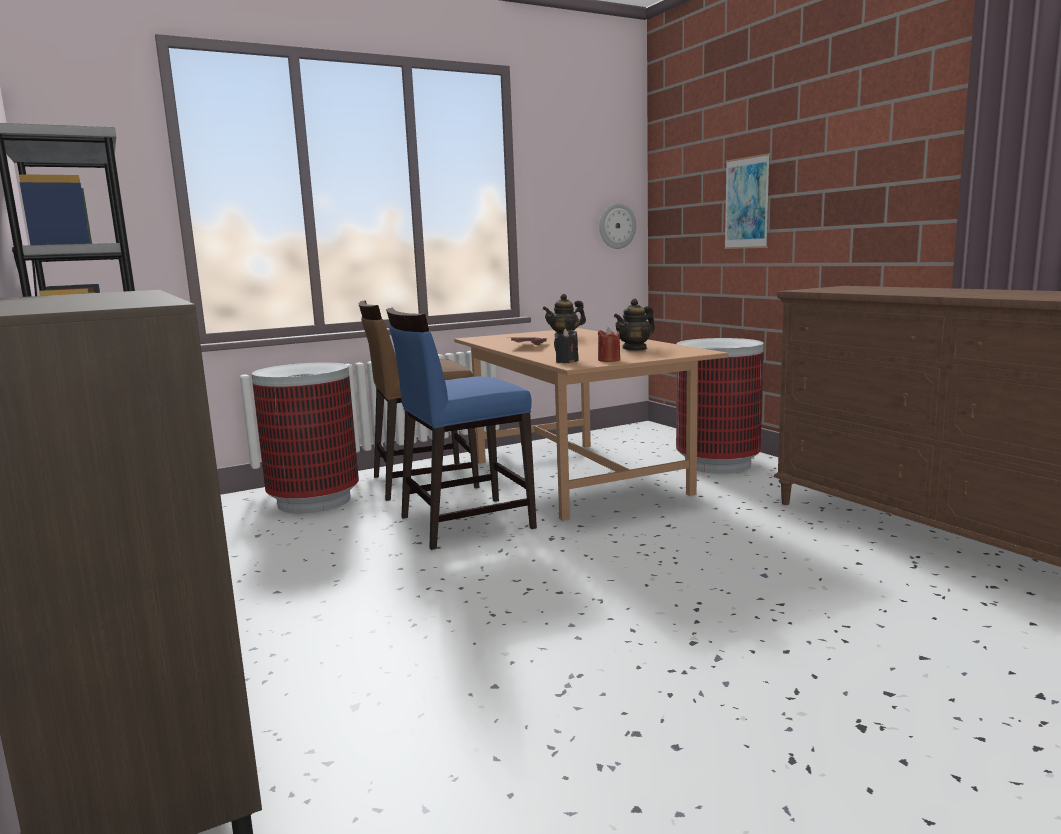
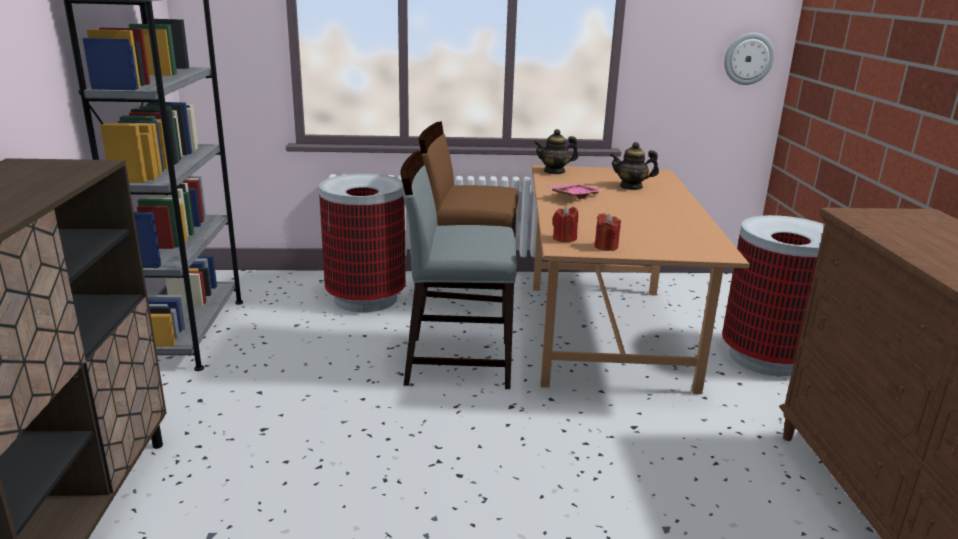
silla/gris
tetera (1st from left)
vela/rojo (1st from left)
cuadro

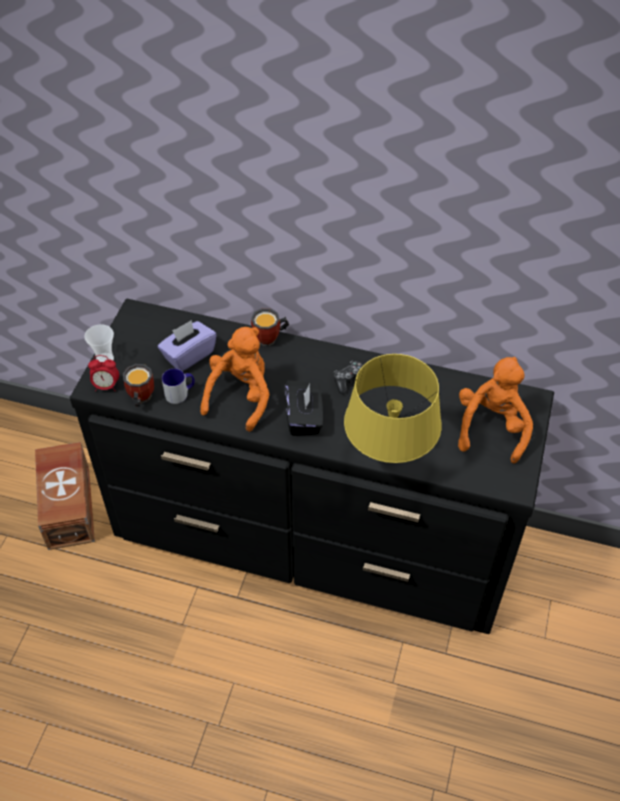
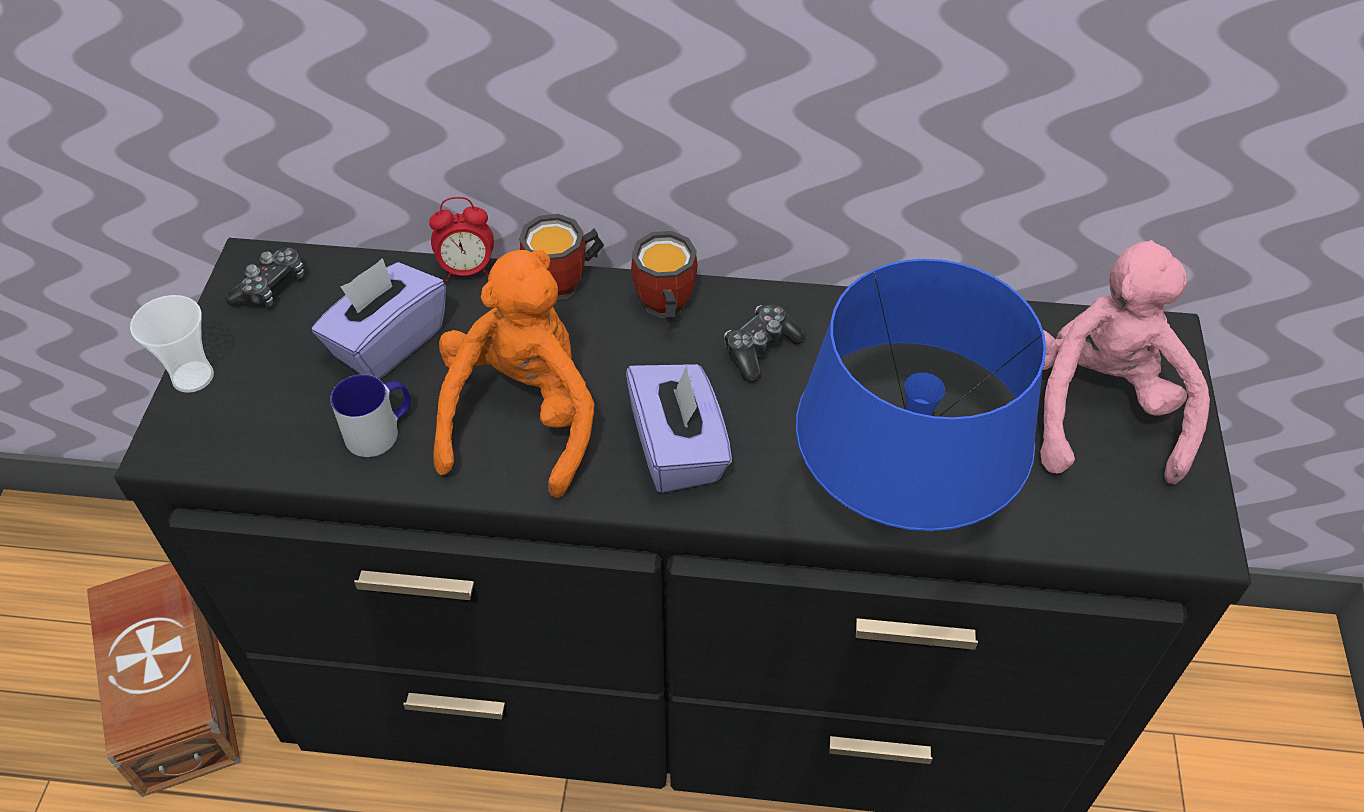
mando de consola (1st from left)
despertador
caja de pañuelos/morado (2nd from left)
taza grande (3rd from left)
lámpara de mesa/azul
peluche/rosa

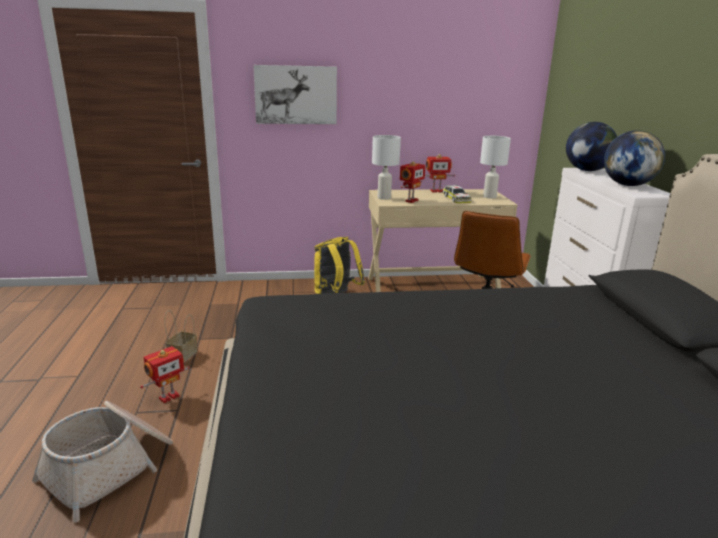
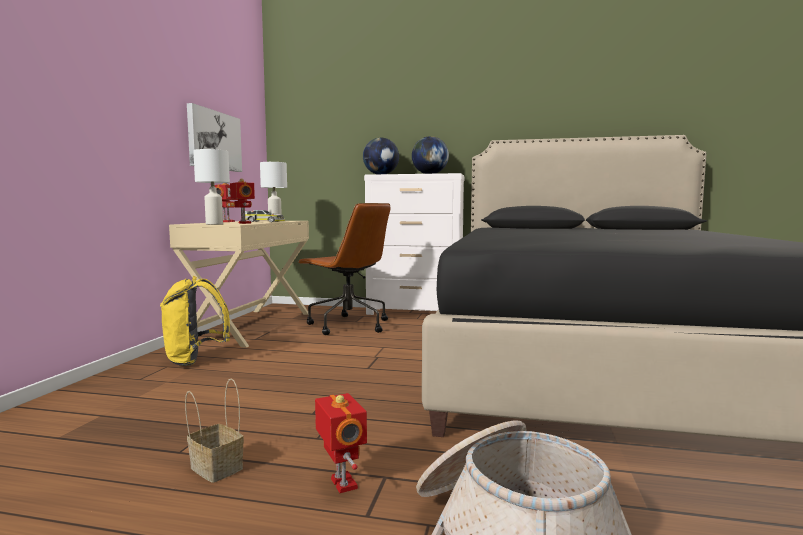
cuadro

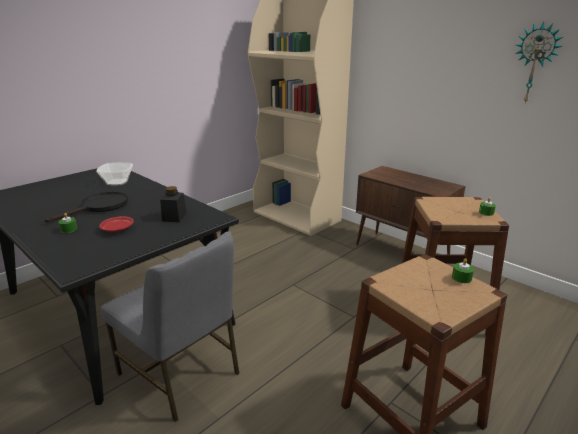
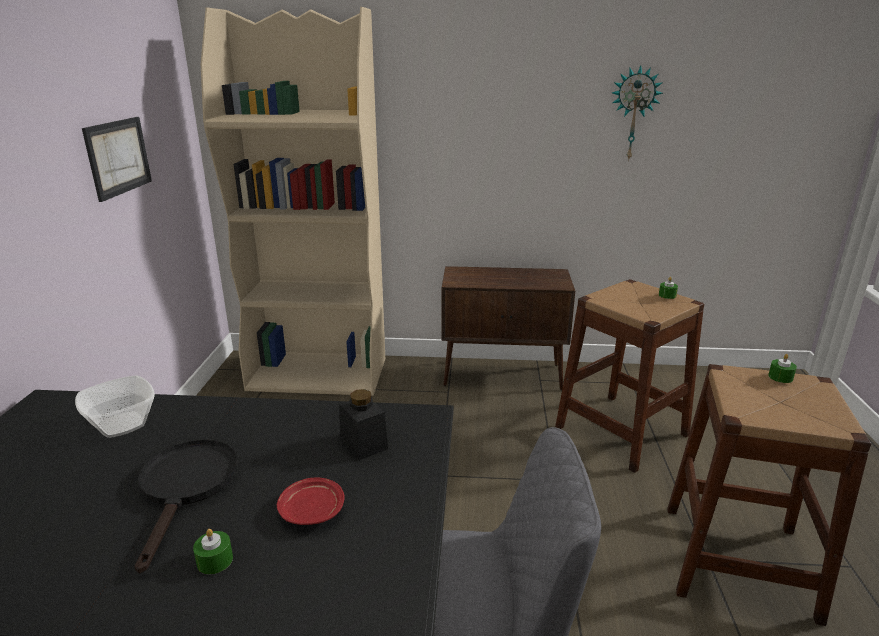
cuadro

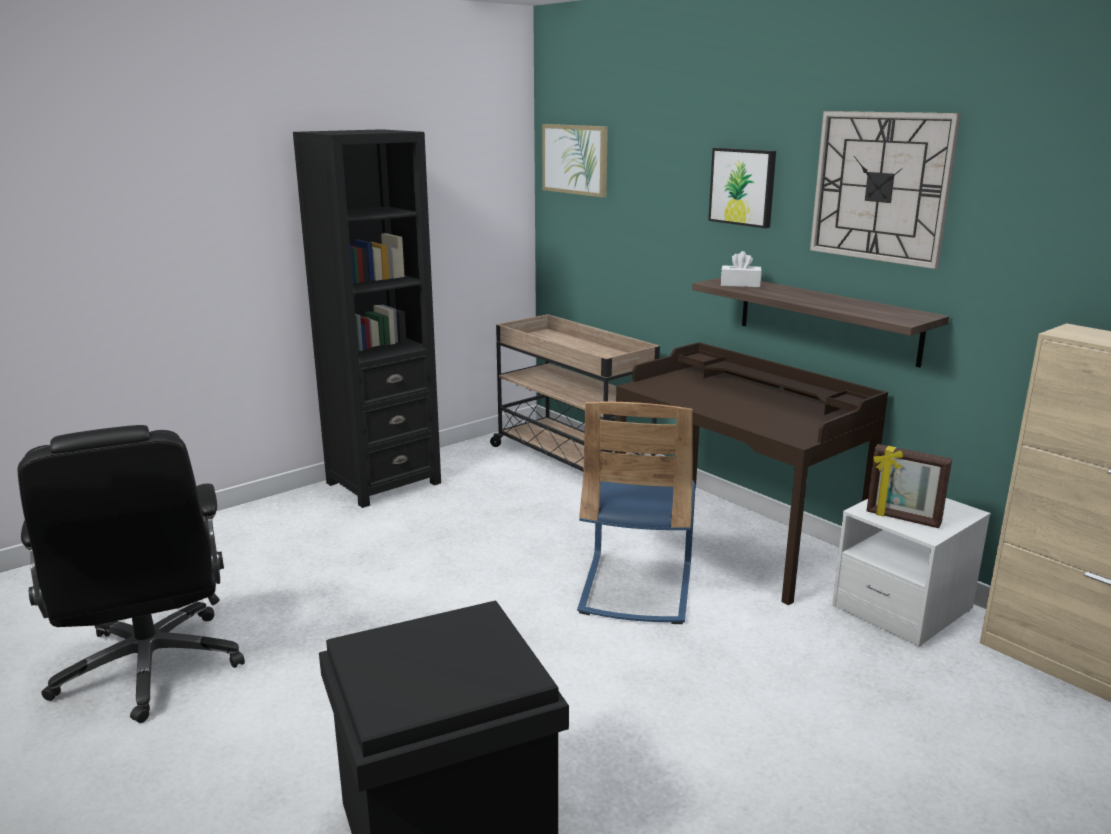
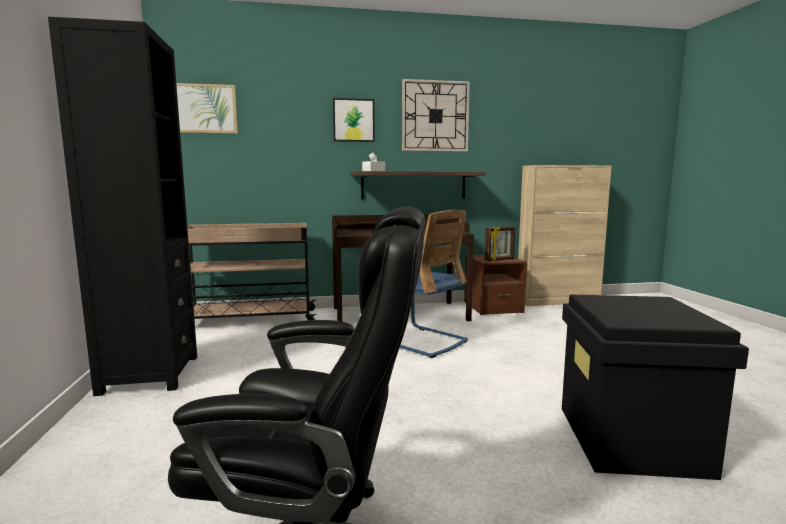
mesita de noche/marrón

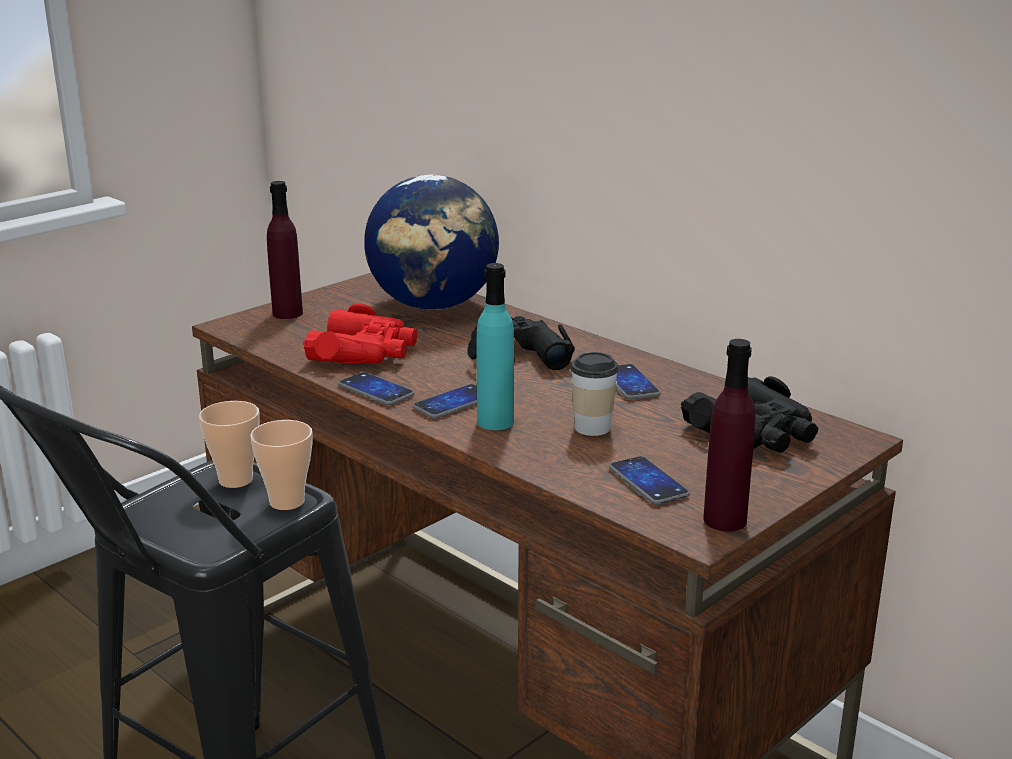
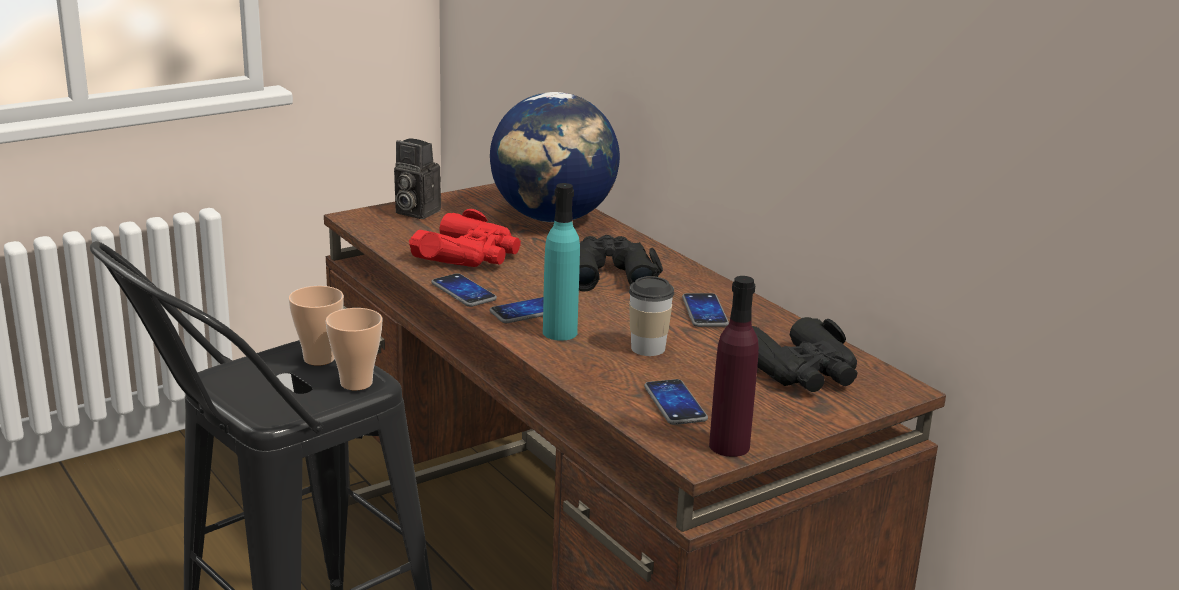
cámara

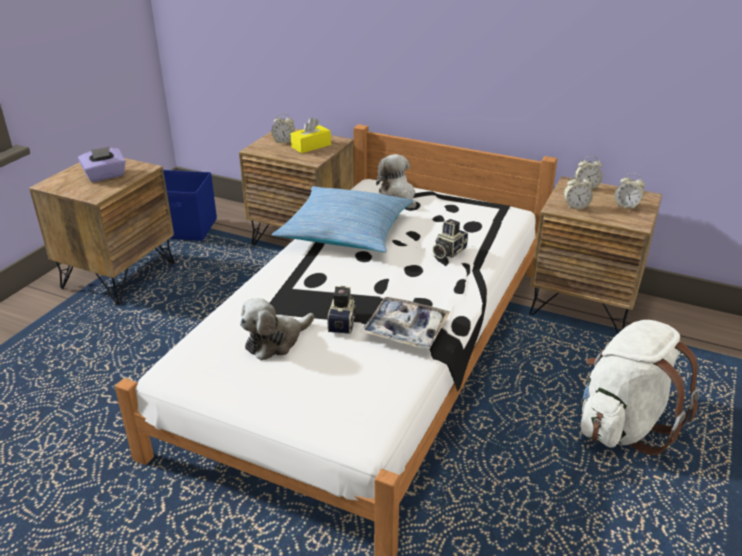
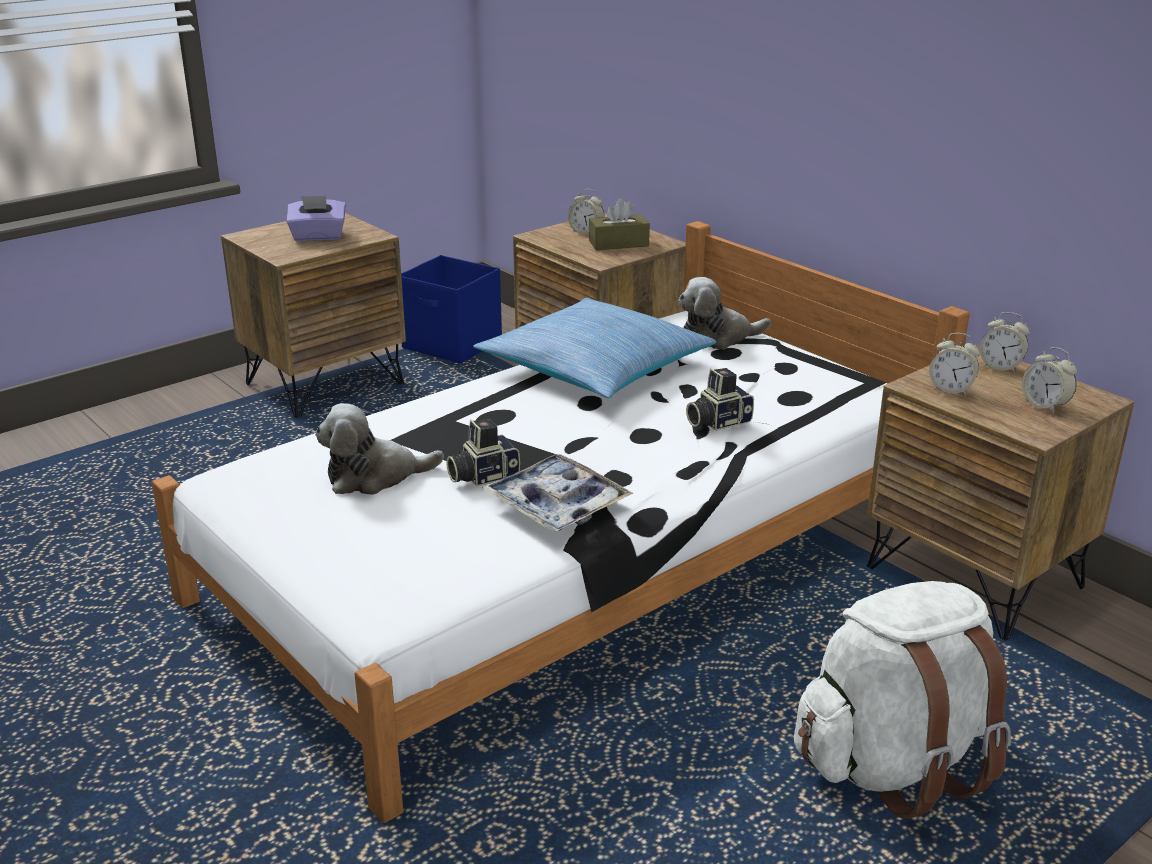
cámara (1st from left)
caja de pañuelos/marrón
peluche (2nd from left)

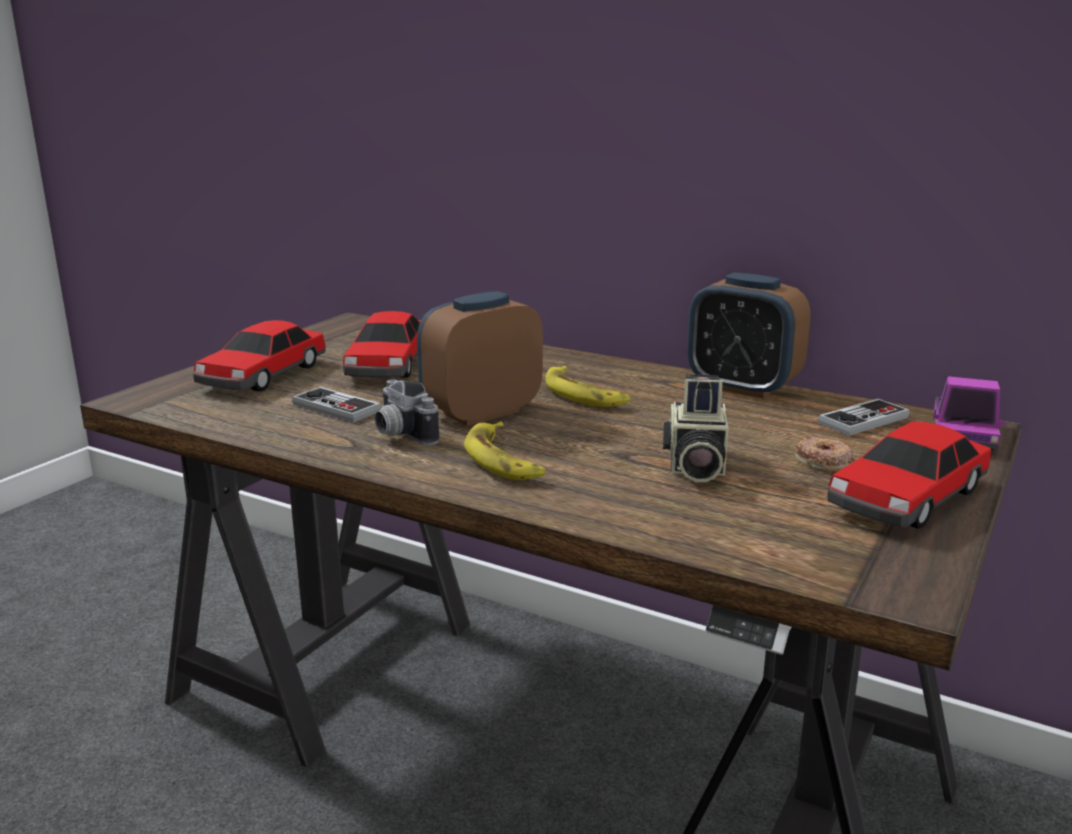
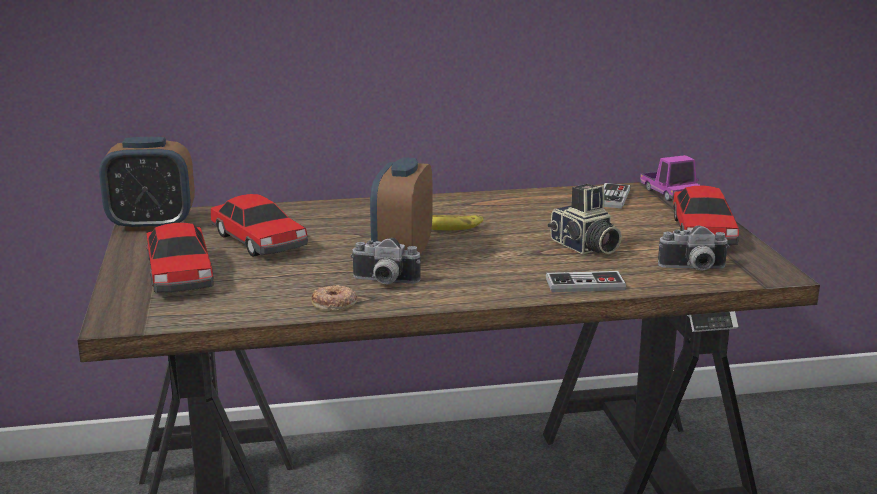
despertador (1st from left)
rosquilla
mando de consola (1st from left)
cámara (3rd from left)
plátano (1st from left in the first image)

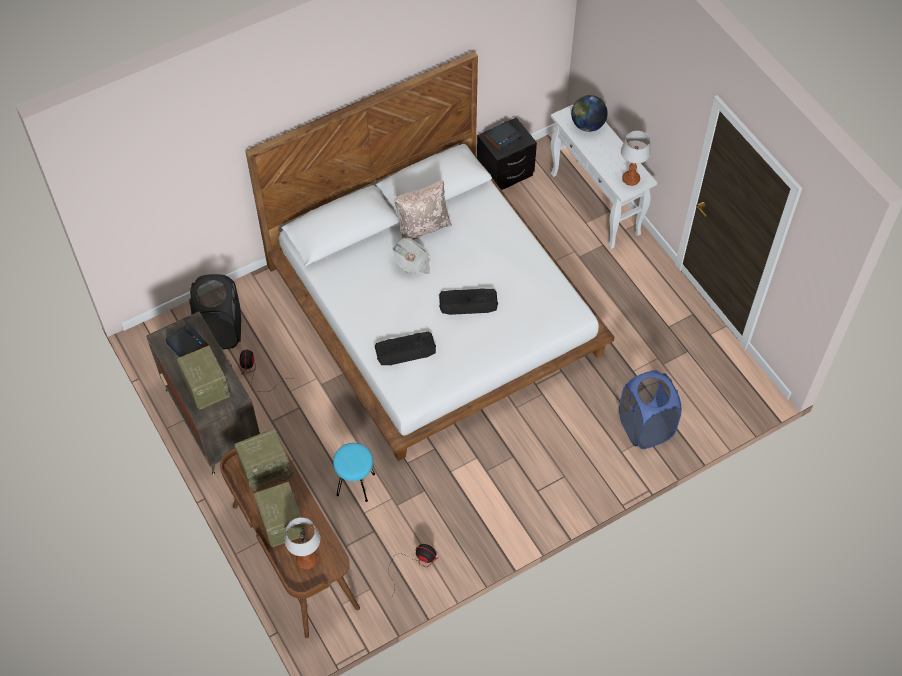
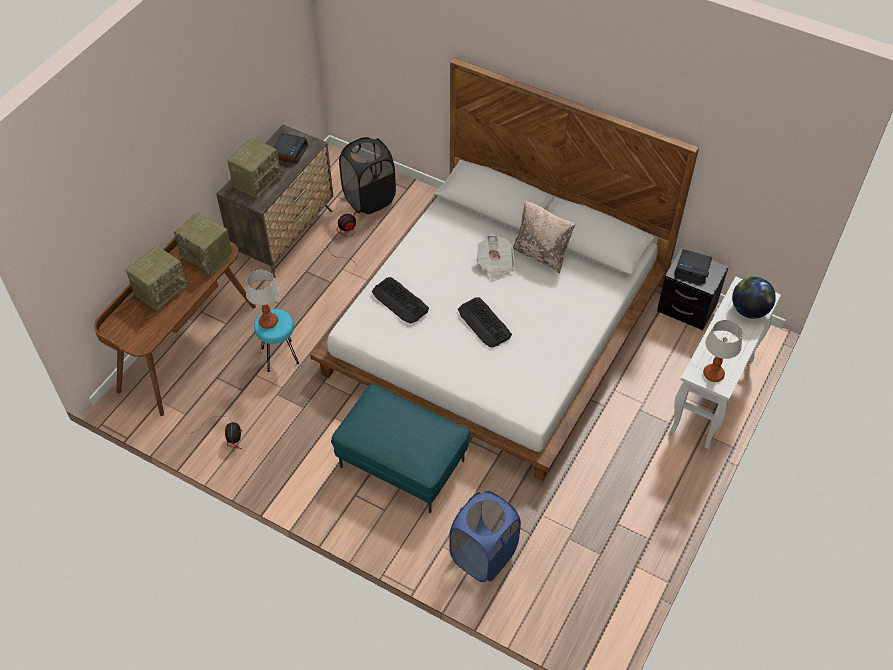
lámpara de mesa (1st from left)
puf/turquesa

